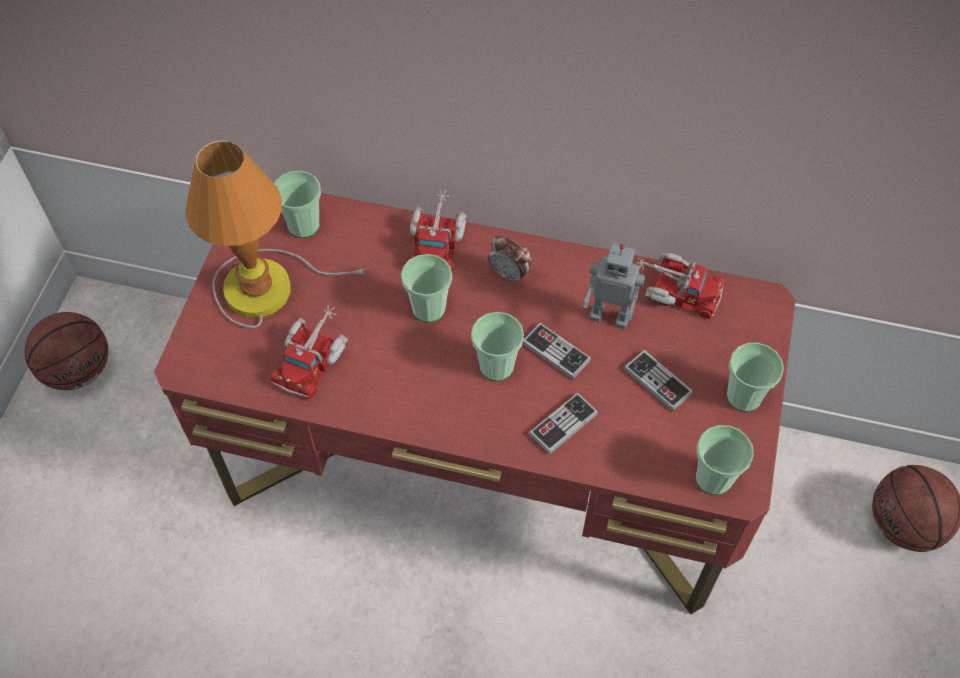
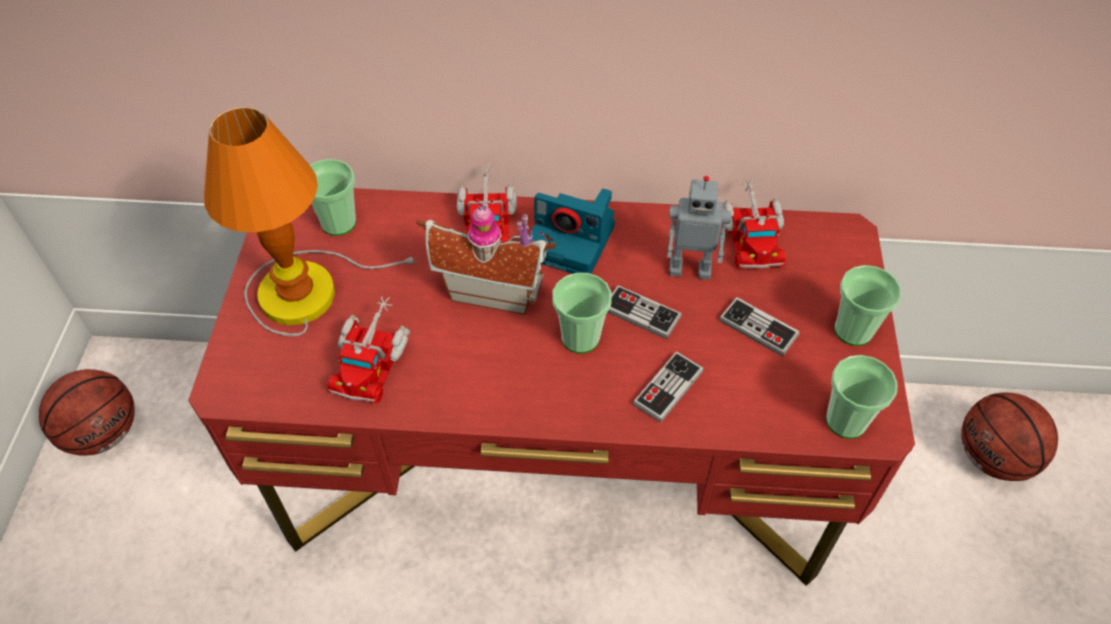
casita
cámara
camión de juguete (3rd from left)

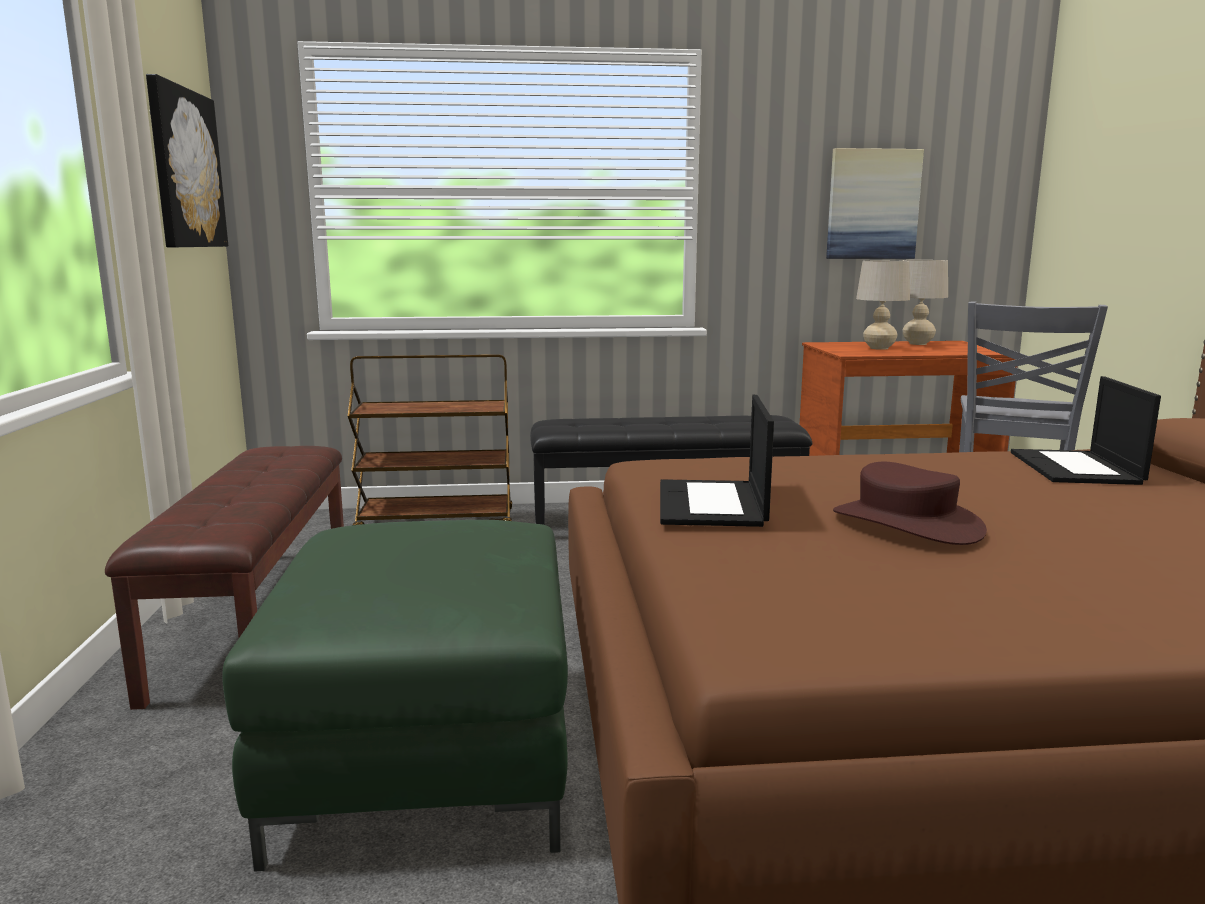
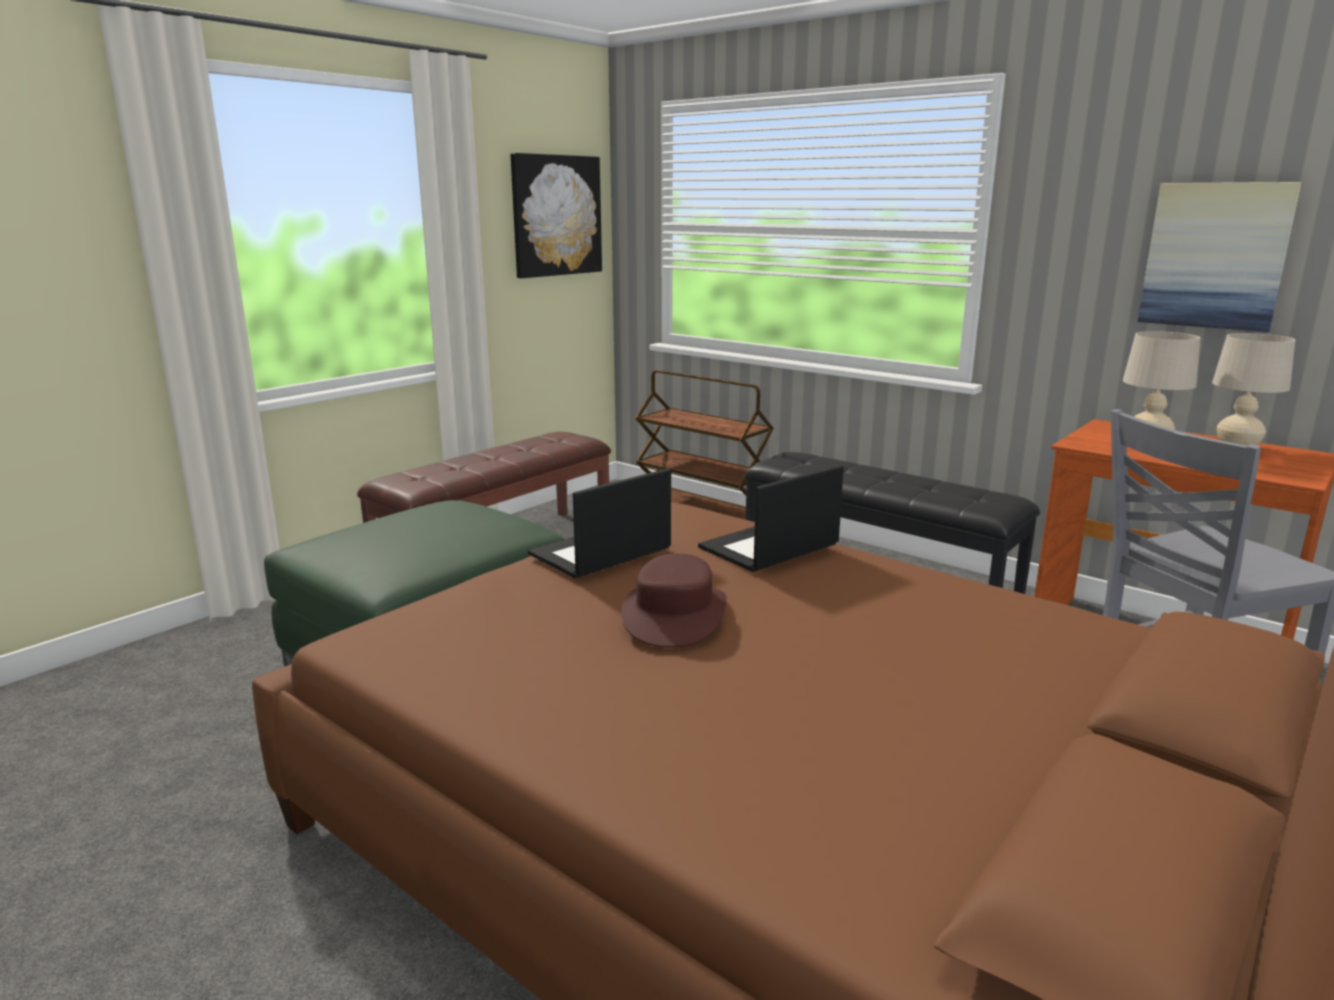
portátil (2nd from left)

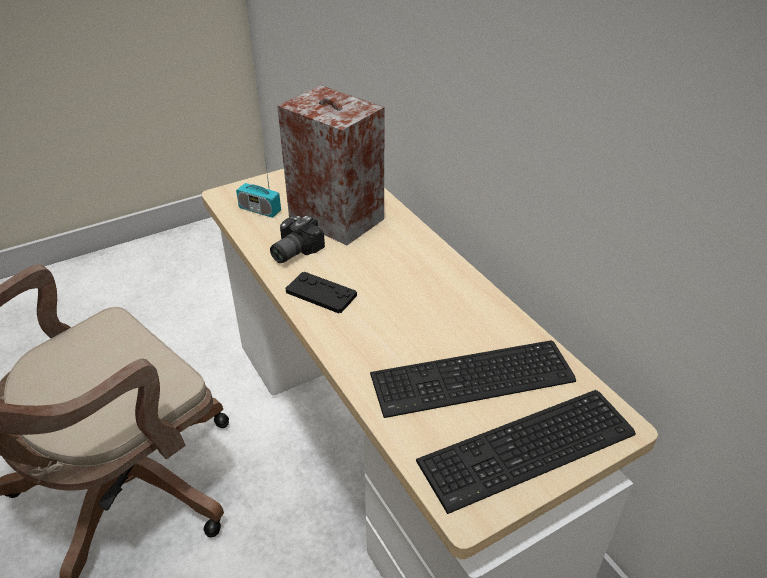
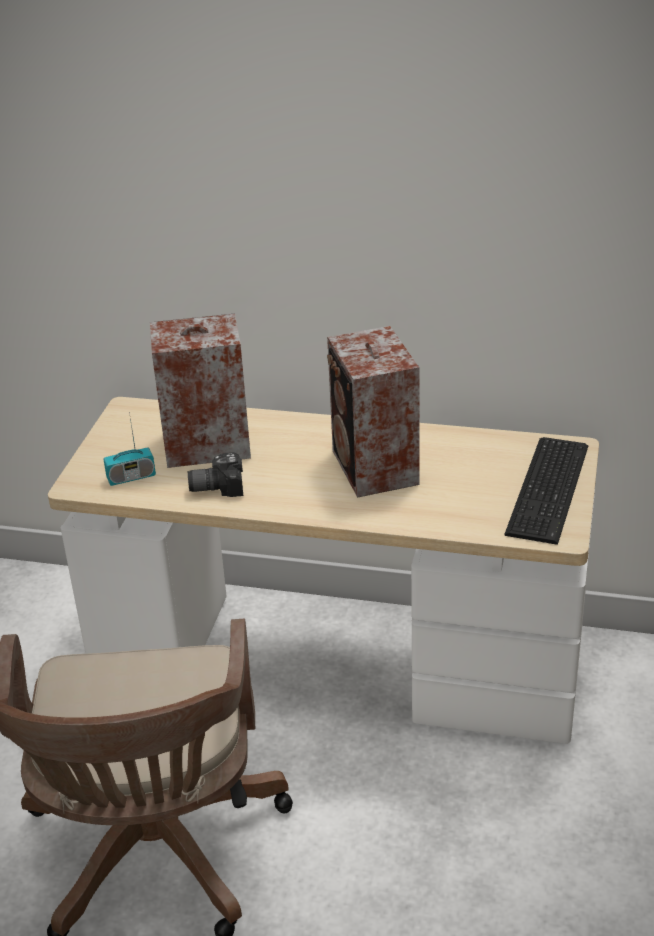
cámara
altavoz (2nd from left)
mando de consola/negro
teclado (1st from left in the first image)

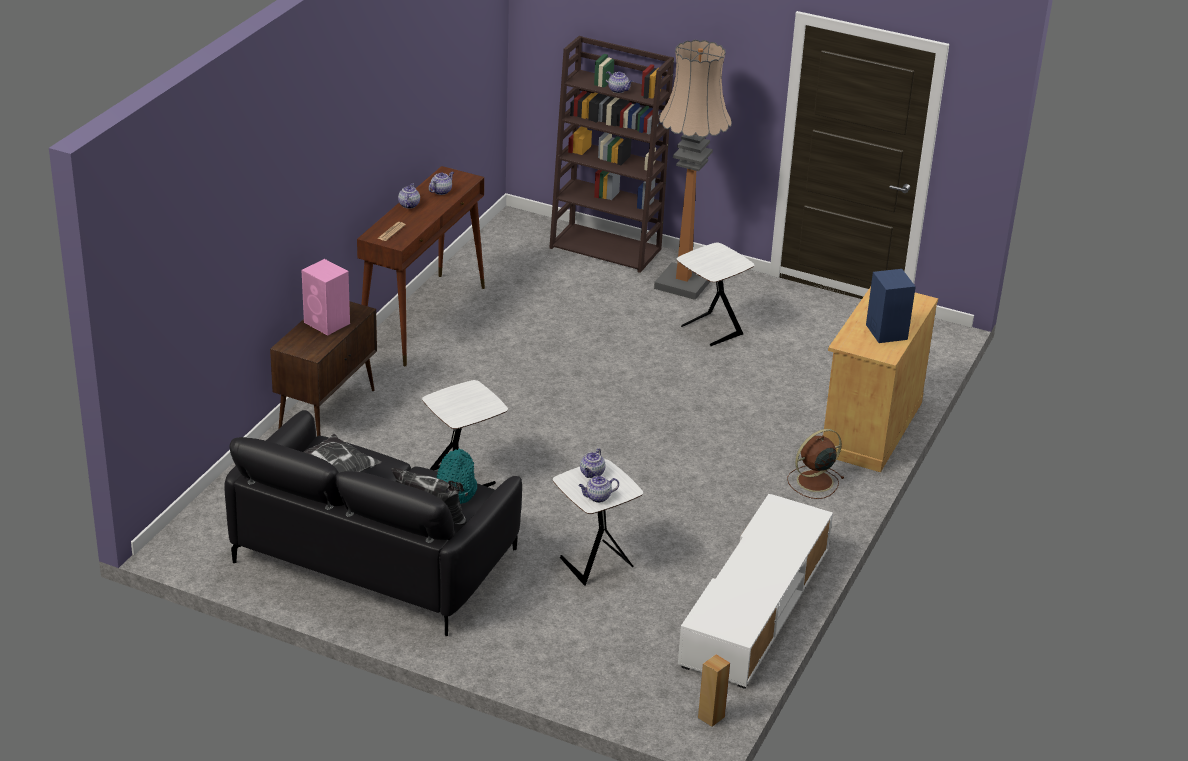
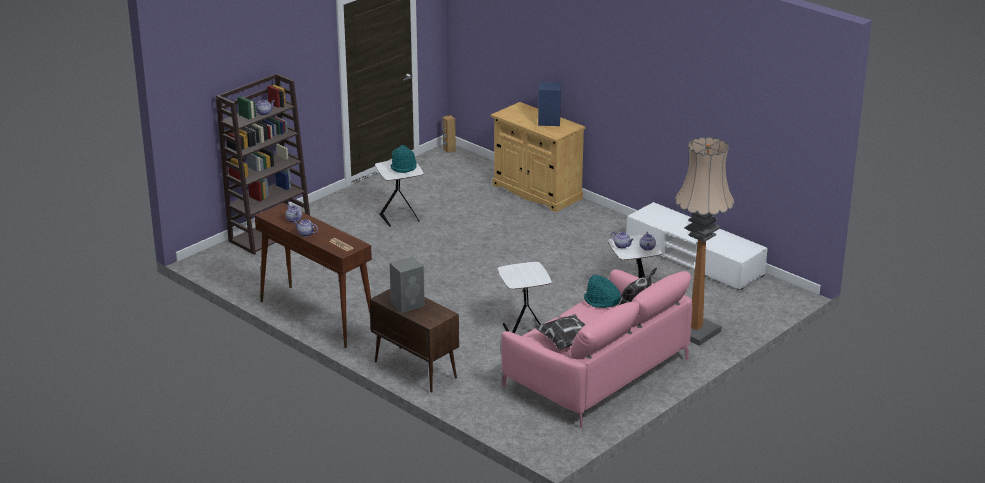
sombrero/turquesa (1st from left)
altavoz/gris
altavoz/marrón
sofá/rosa
lámpara de pie
ventilador/marrón

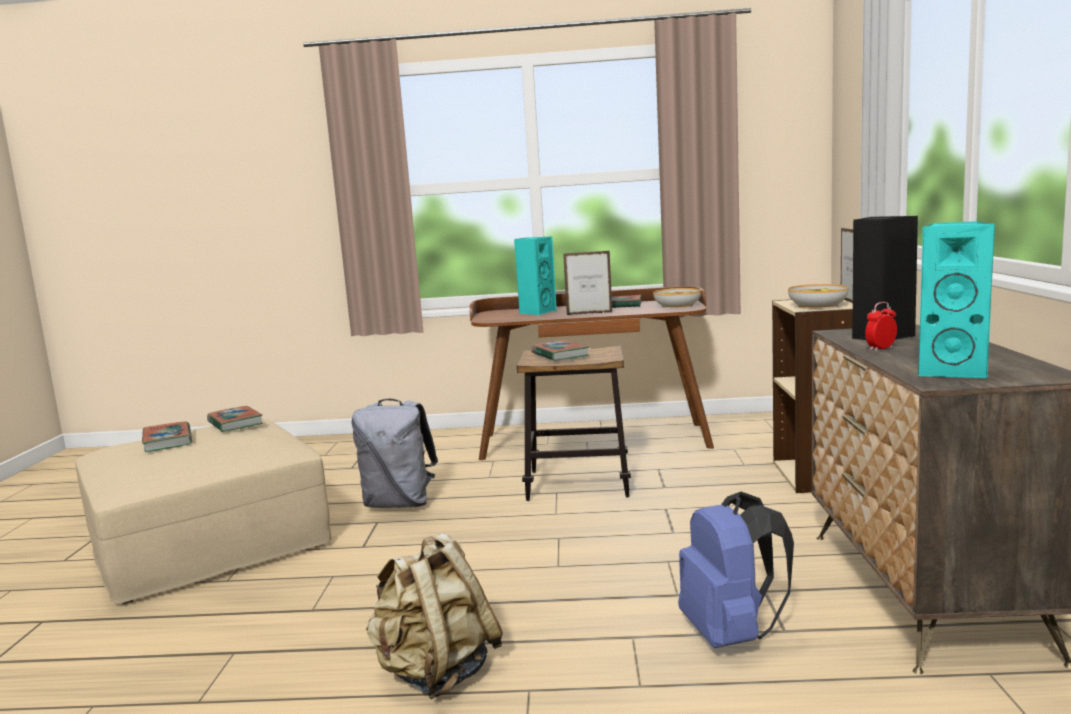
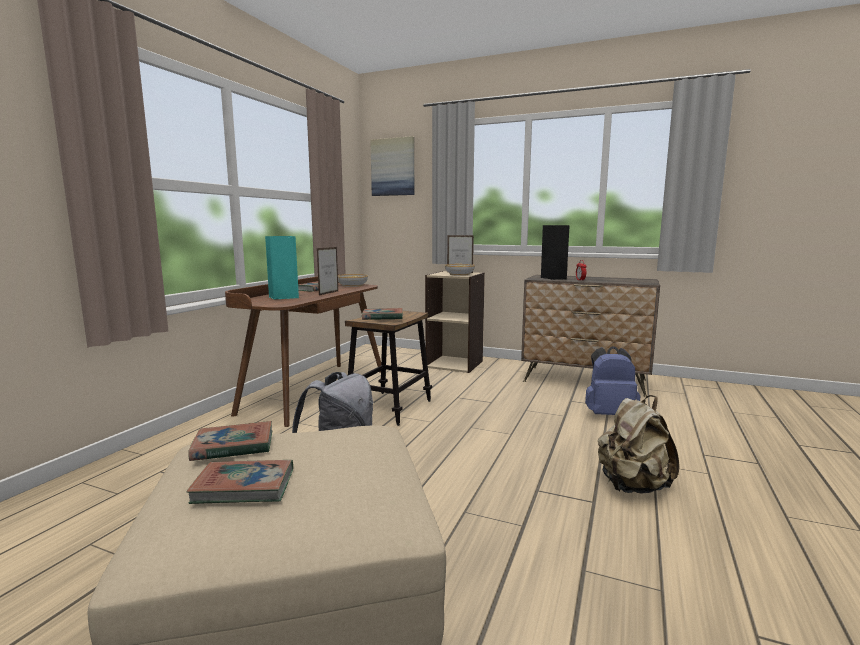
cuadro
altavoz/turquesa (2nd from left in the first image)

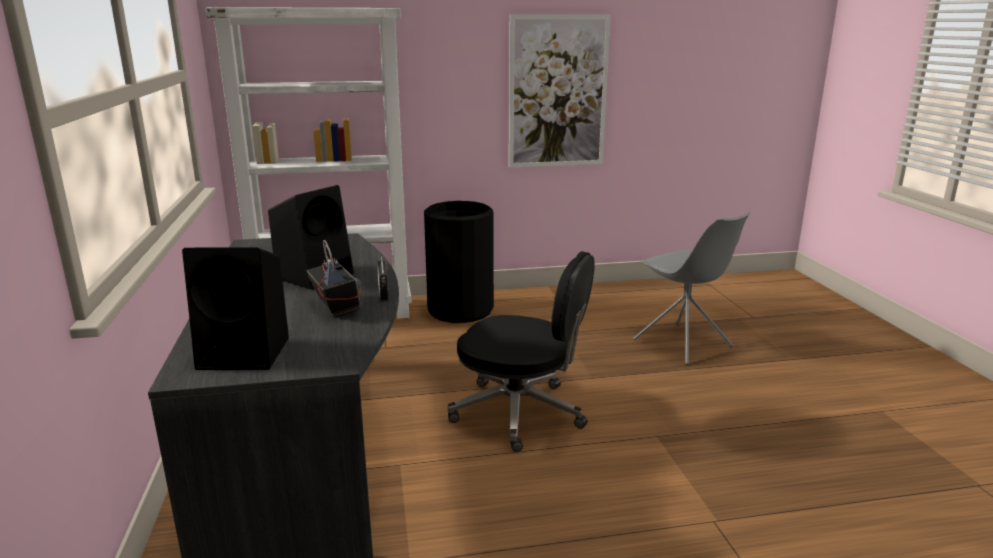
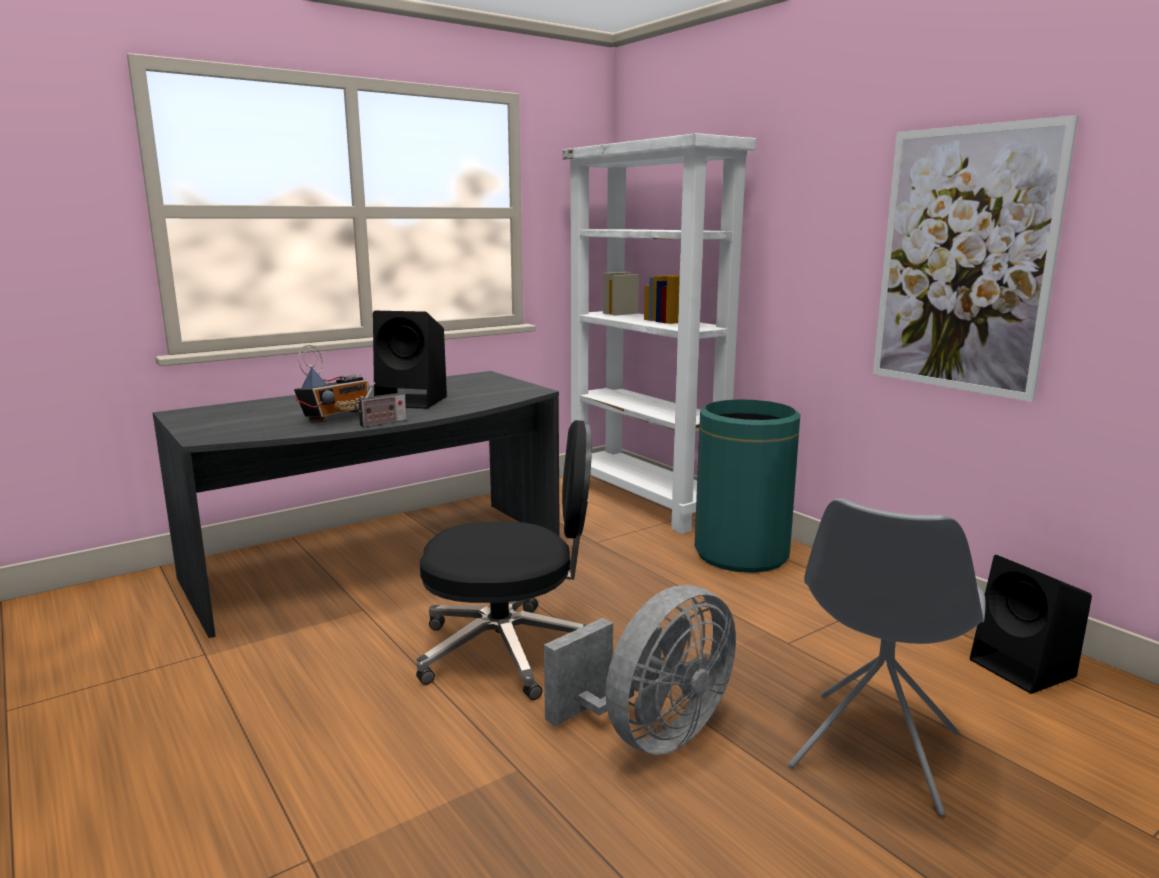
silla de oficina/negro
ventilador/gris
papelera/verde
altavoz/negro (2nd from left)

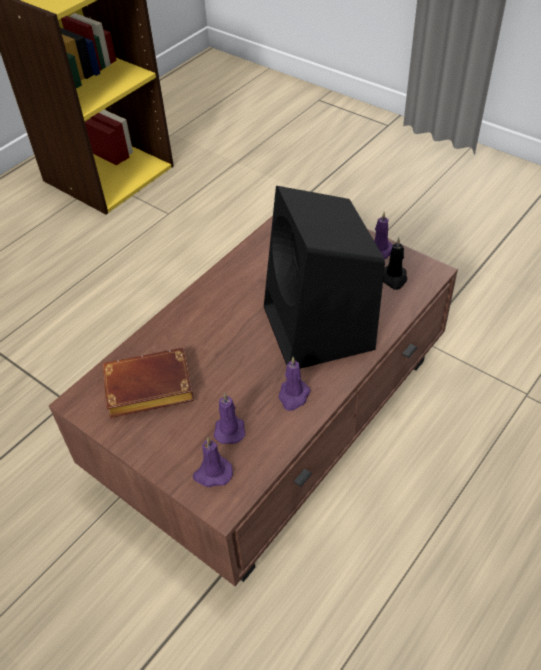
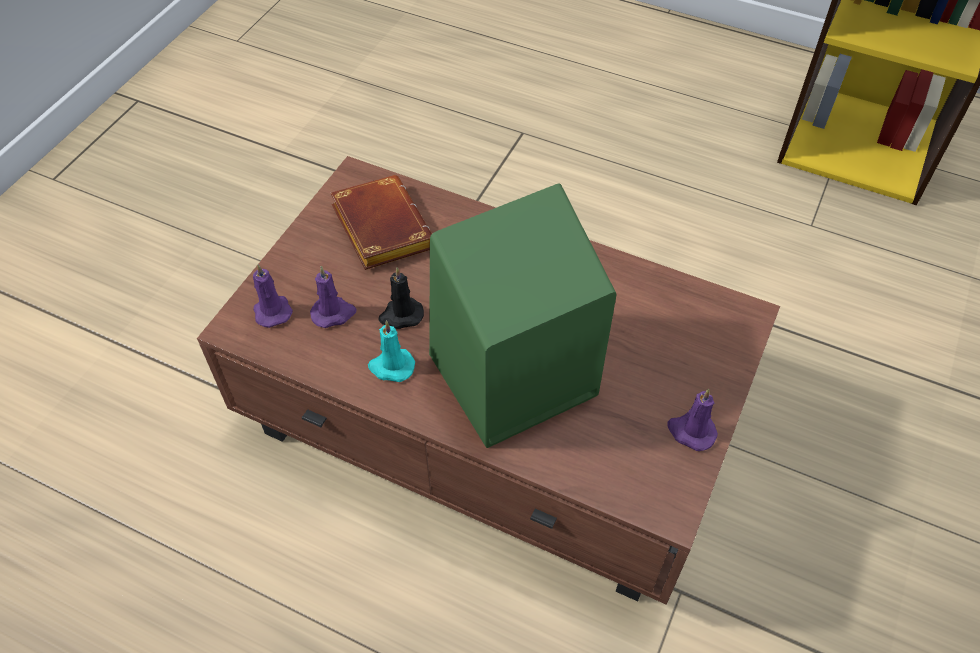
vela/turquesa
vela/negro
altavoz/verde

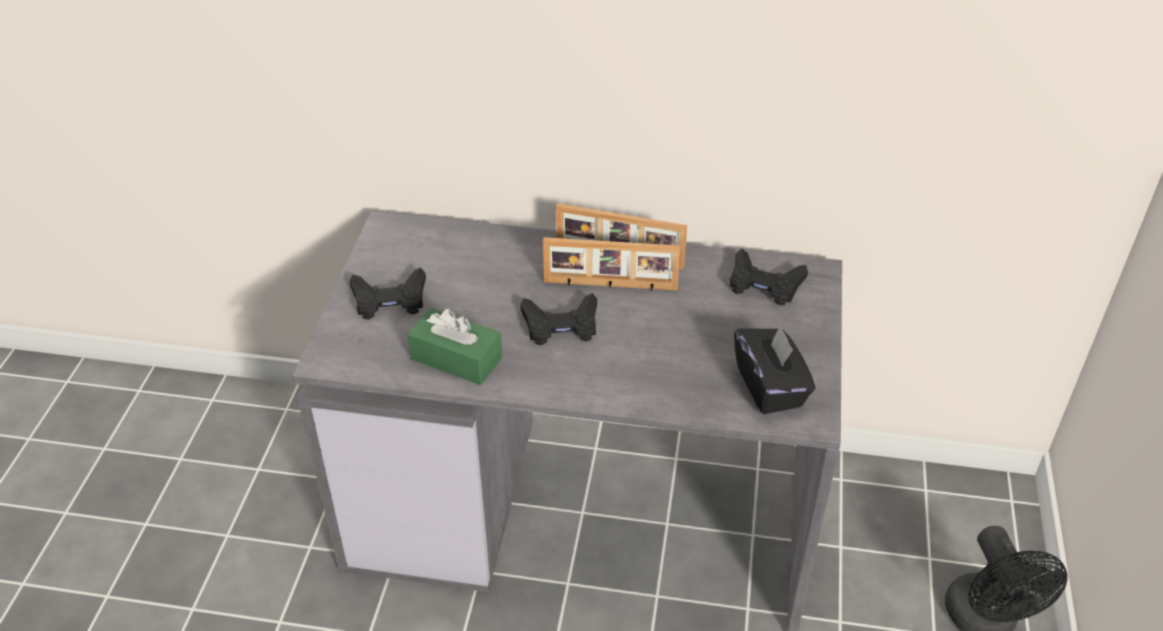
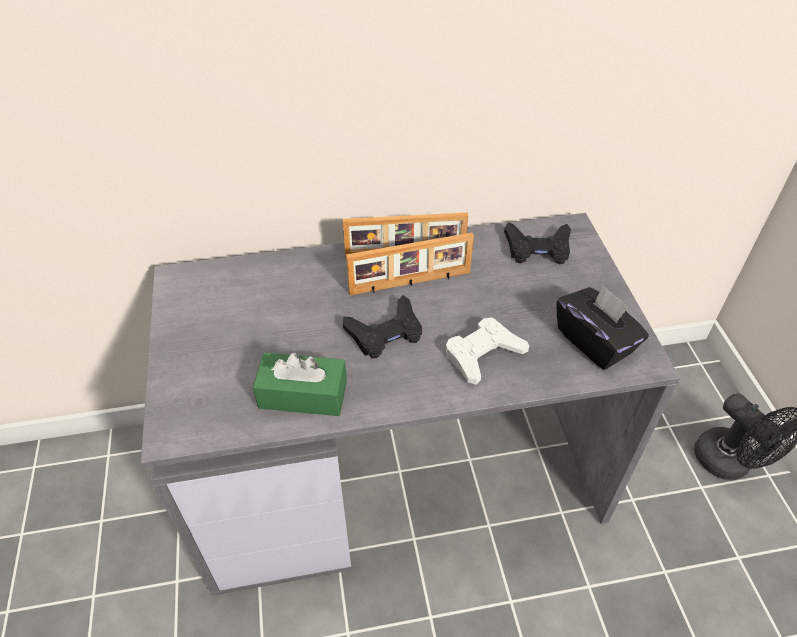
mando de consola/blanco
mando de consola/negro (1st from left in the first image)

